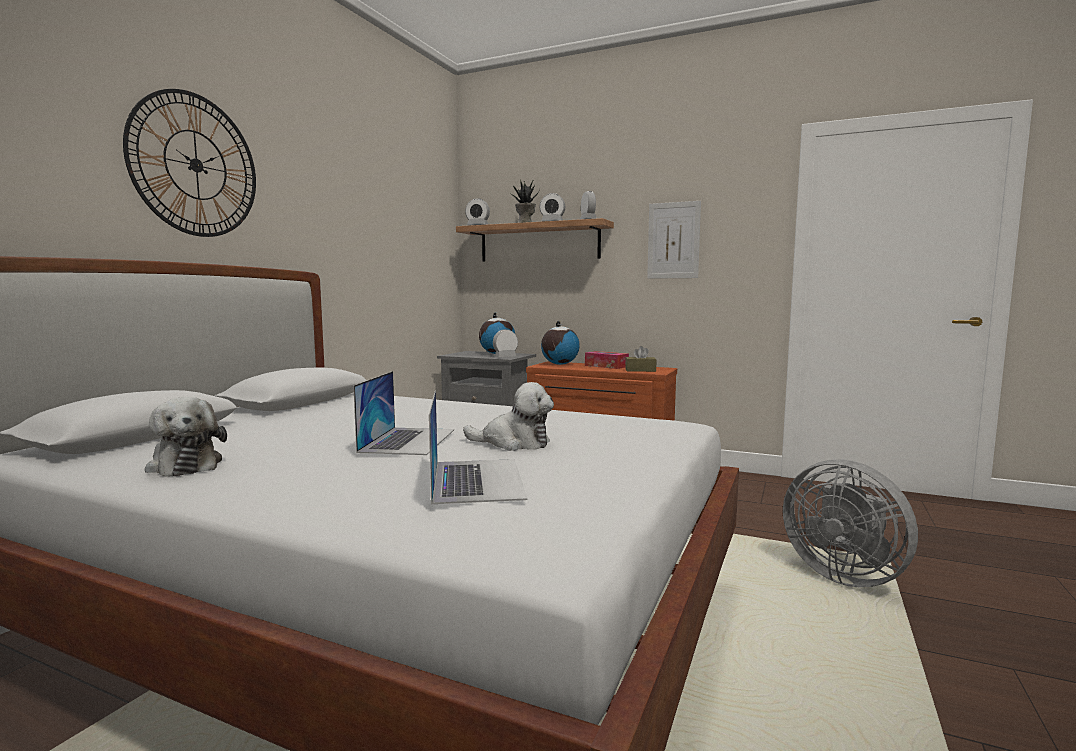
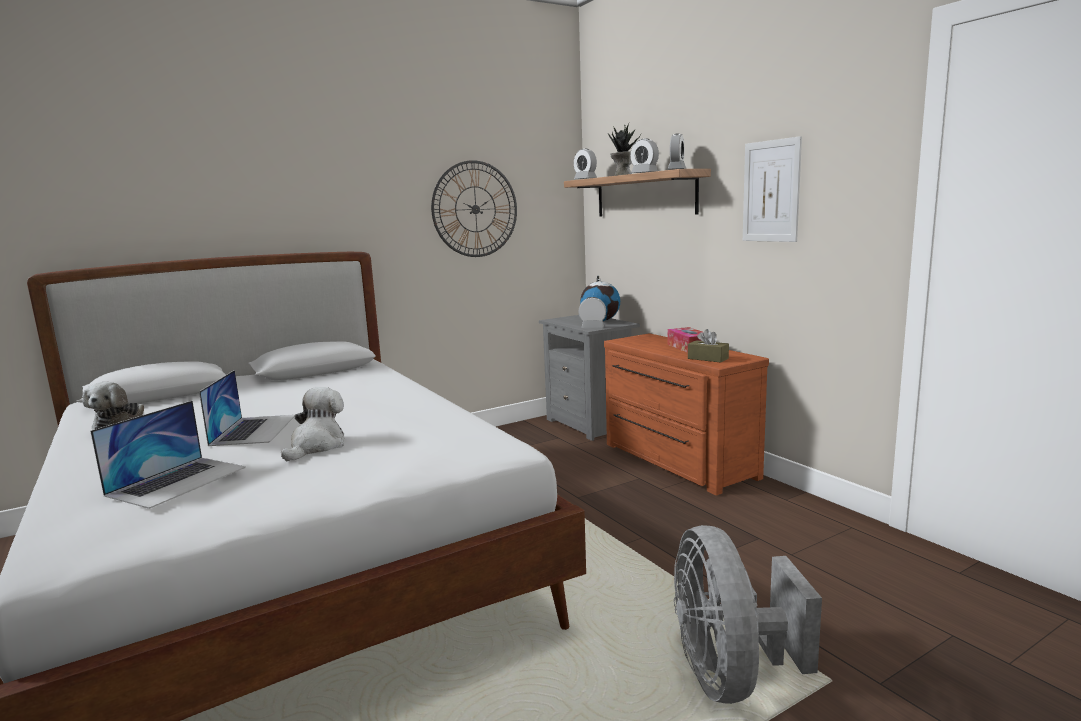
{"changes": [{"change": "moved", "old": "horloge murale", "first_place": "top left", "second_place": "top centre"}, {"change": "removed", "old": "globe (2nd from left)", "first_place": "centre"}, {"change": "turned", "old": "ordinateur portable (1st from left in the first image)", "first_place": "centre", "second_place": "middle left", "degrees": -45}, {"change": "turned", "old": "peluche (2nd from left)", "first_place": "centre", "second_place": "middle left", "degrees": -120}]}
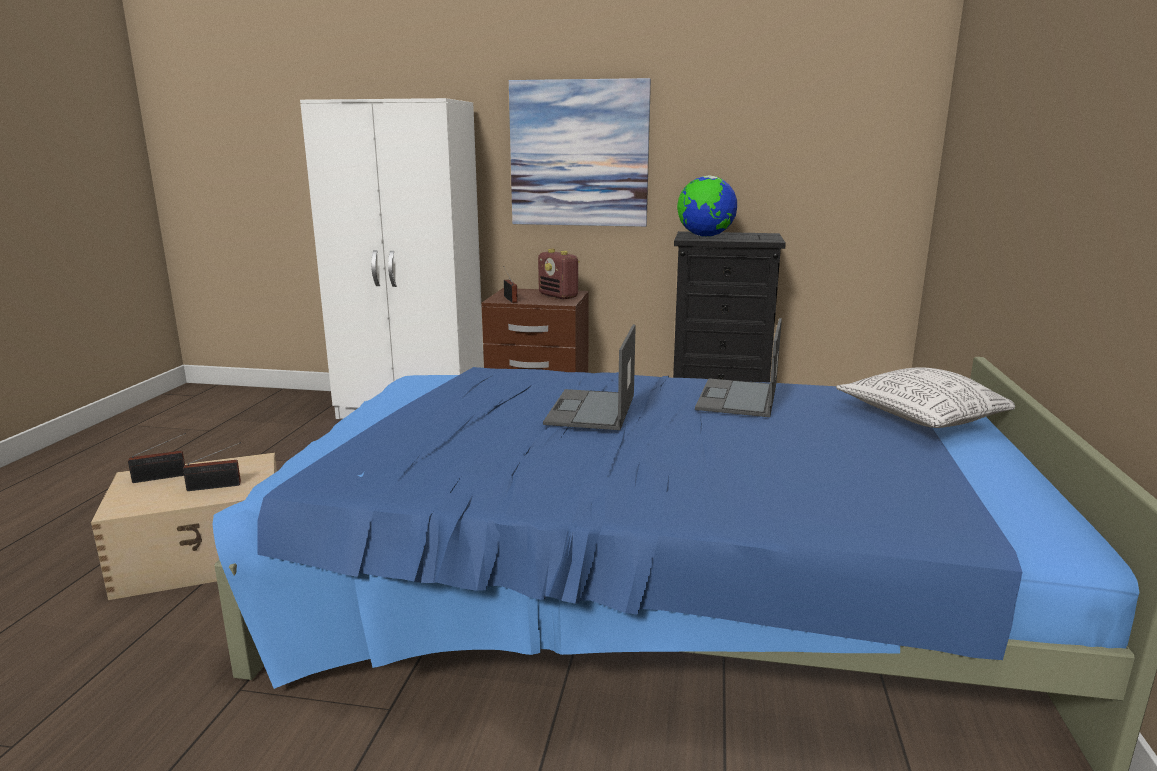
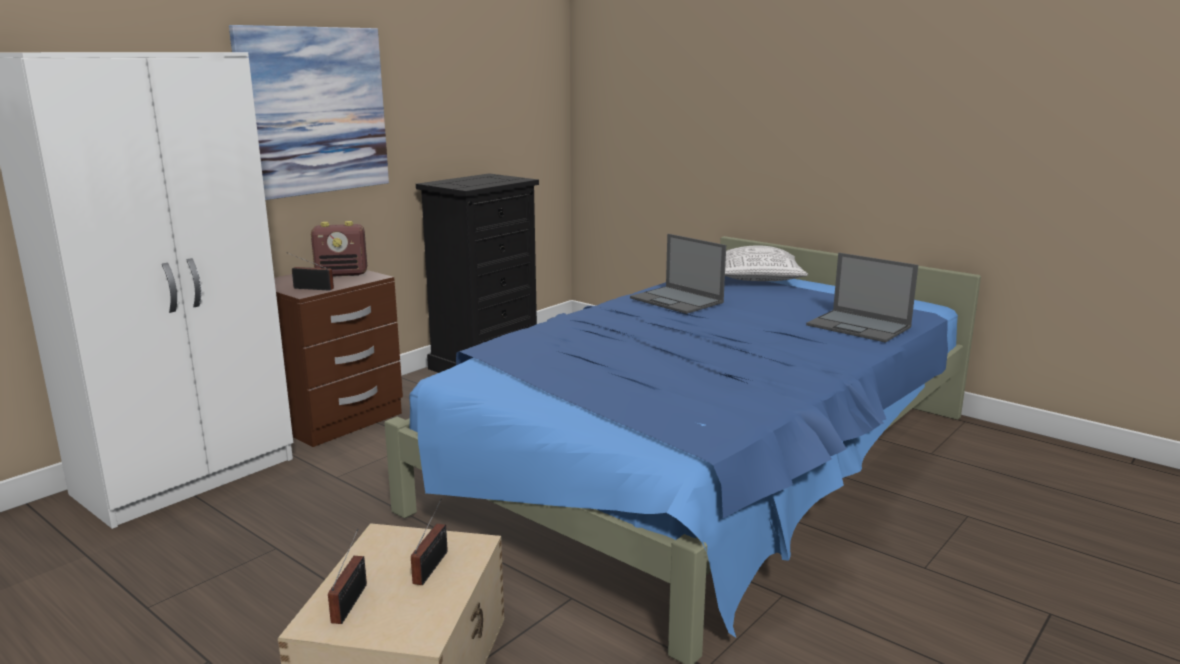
{"changes": [{"change": "removed", "old": "globe", "first_place": "top centre"}, {"change": "moved", "old": "ordinateur portable (1st from left in the first image)", "new": "ordinateur portable (2nd from left)", "first_place": "centre", "second_place": "middle right"}]}
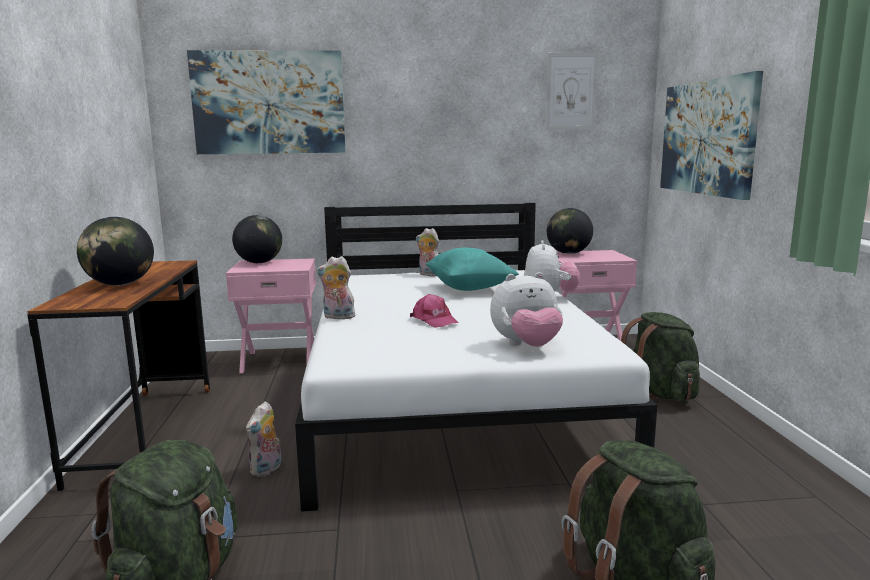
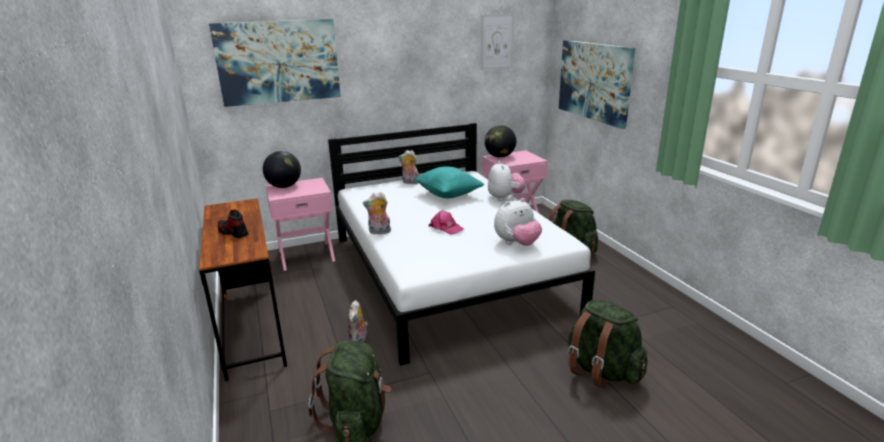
{"changes": [{"change": "replaced", "old": "globe (1st from left)", "new": "chaussure", "first_place": "middle left", "second_place": "middle left"}]}
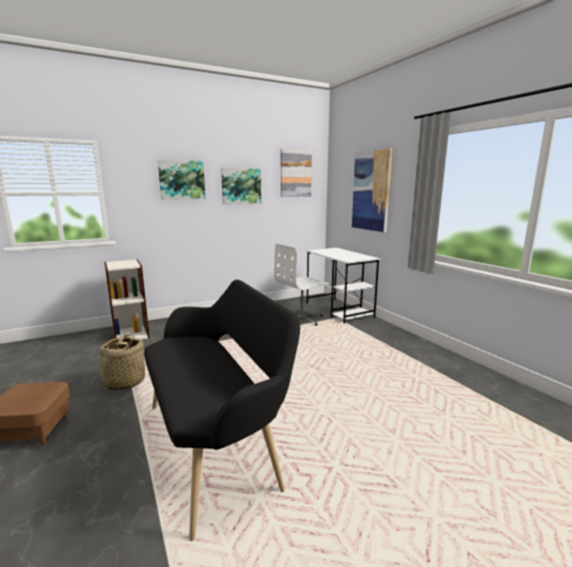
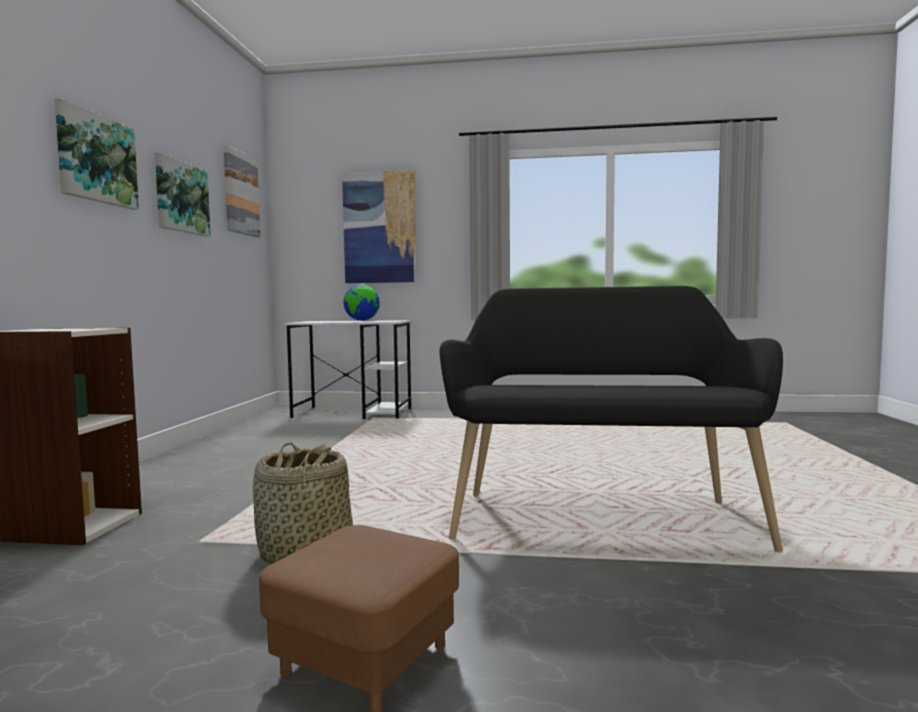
{"changes": [{"change": "removed", "old": "chaise de bureau/blanc", "first_place": "centre"}, {"change": "added", "new": "globe", "second_place": "centre"}]}
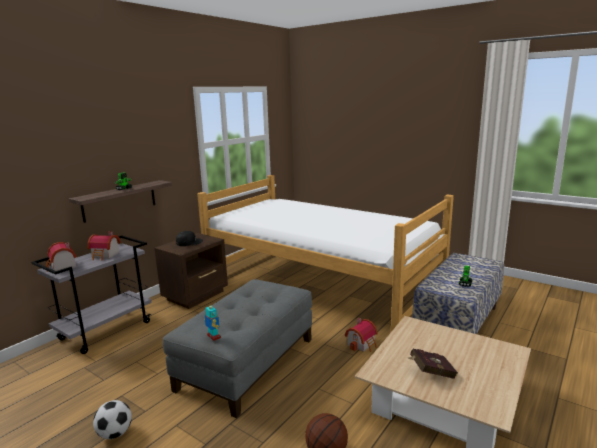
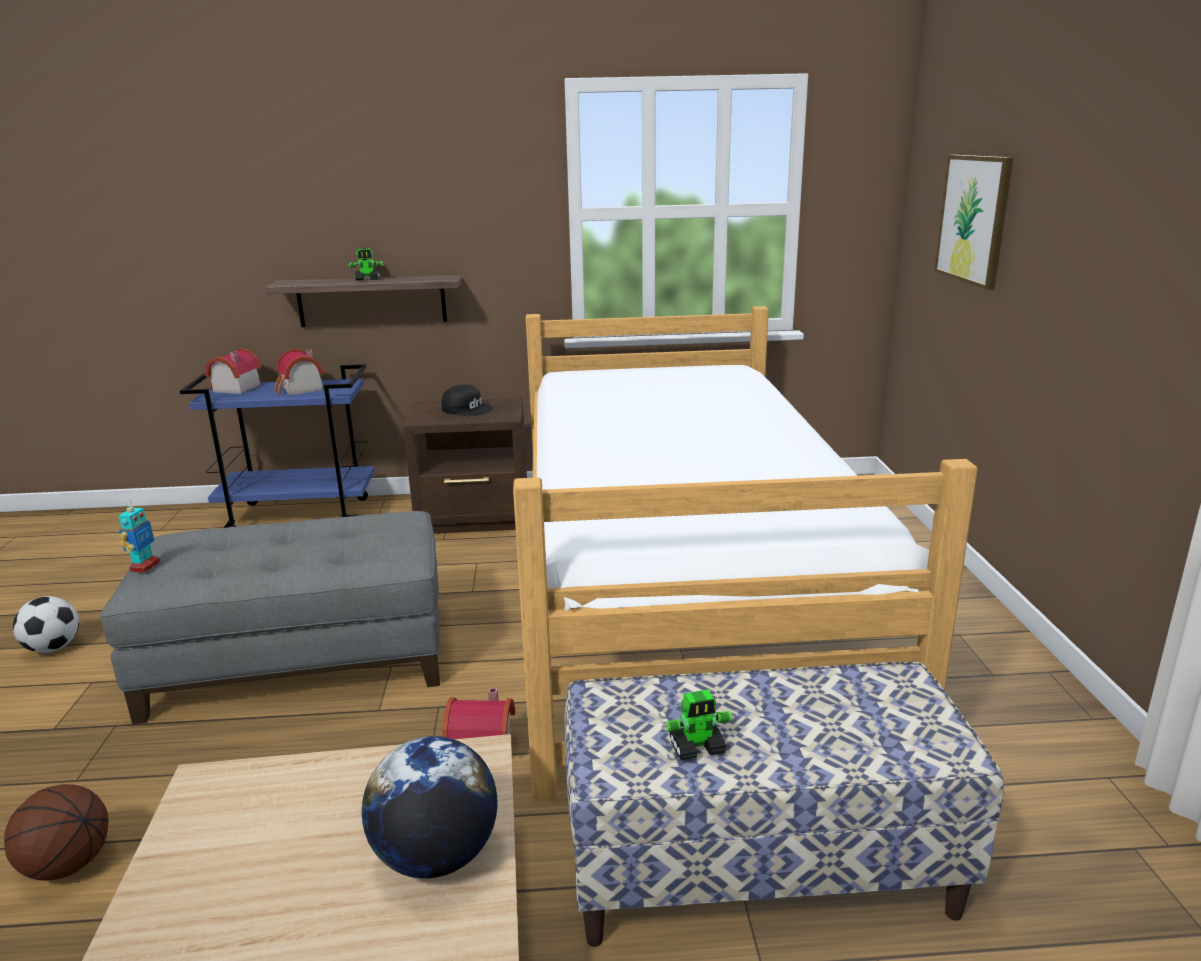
{"changes": [{"change": "recoloured", "old": "chariot/gris", "new": "chariot/bleu", "first_place": "middle left", "second_place": "middle left"}, {"change": "removed", "old": "livre/rouge", "first_place": "bottom right"}, {"change": "added", "new": "tableau", "second_place": "top right"}, {"change": "added", "new": "globe", "second_place": "bottom centre"}]}
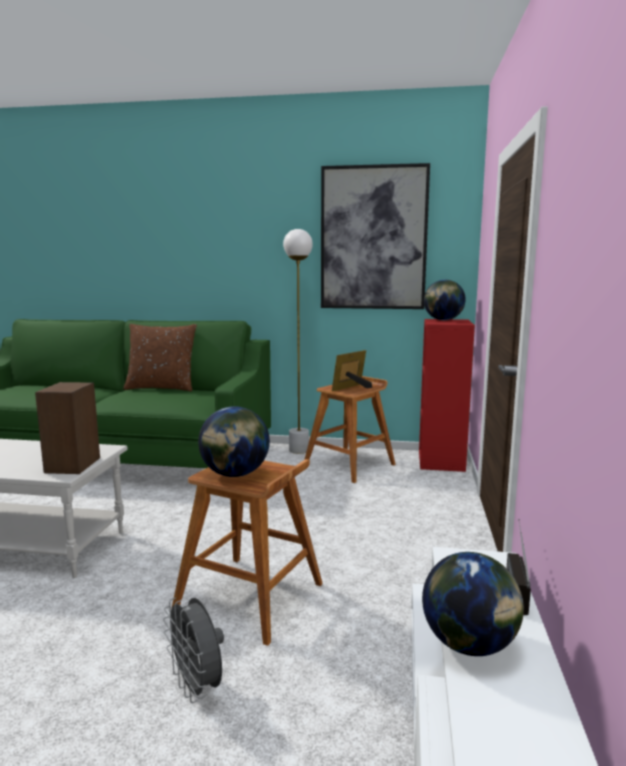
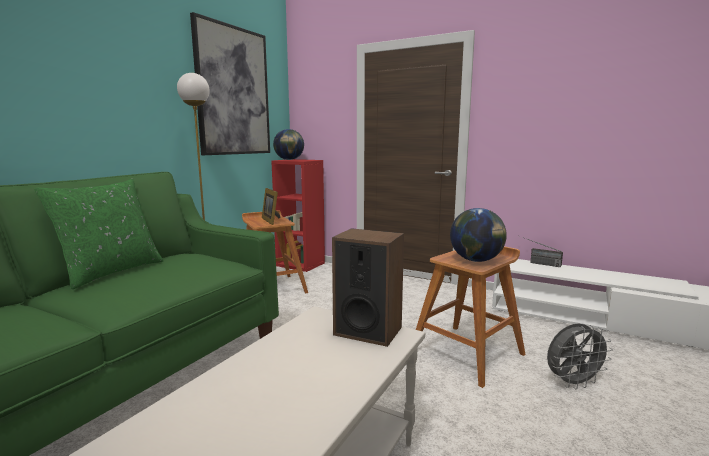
{"changes": [{"change": "recoloured", "old": "coussin/marron", "new": "coussin/vert", "first_place": "middle left", "second_place": "middle left"}, {"change": "removed", "old": "globe (3rd from left)", "first_place": "bottom right"}]}
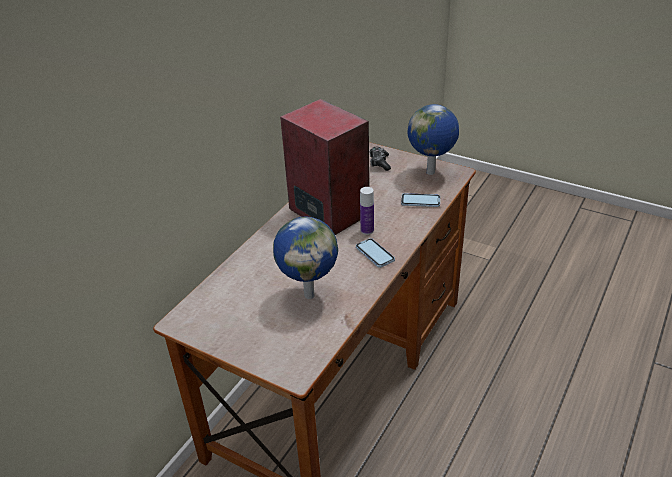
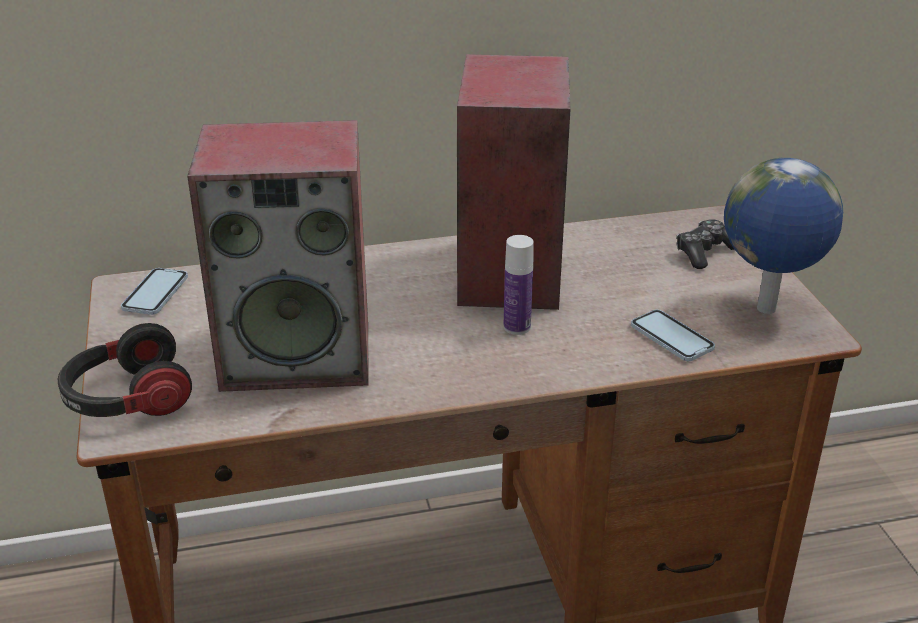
{"changes": [{"change": "replaced", "old": "globe (1st from left)", "new": "enceinte (1st from left)", "first_place": "centre", "second_place": "middle left"}, {"change": "moved", "old": "téléphone (1st from left)", "first_place": "centre", "second_place": "middle left"}, {"change": "added", "new": "casque audio", "second_place": "middle left"}]}
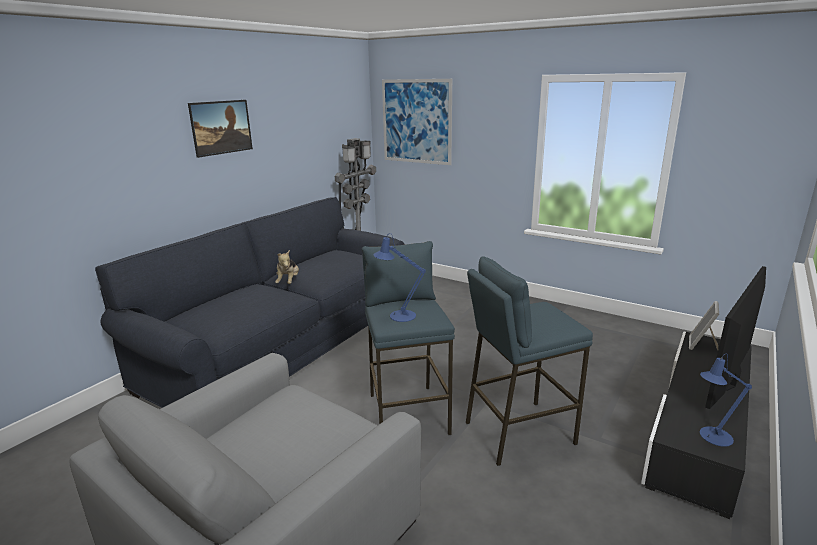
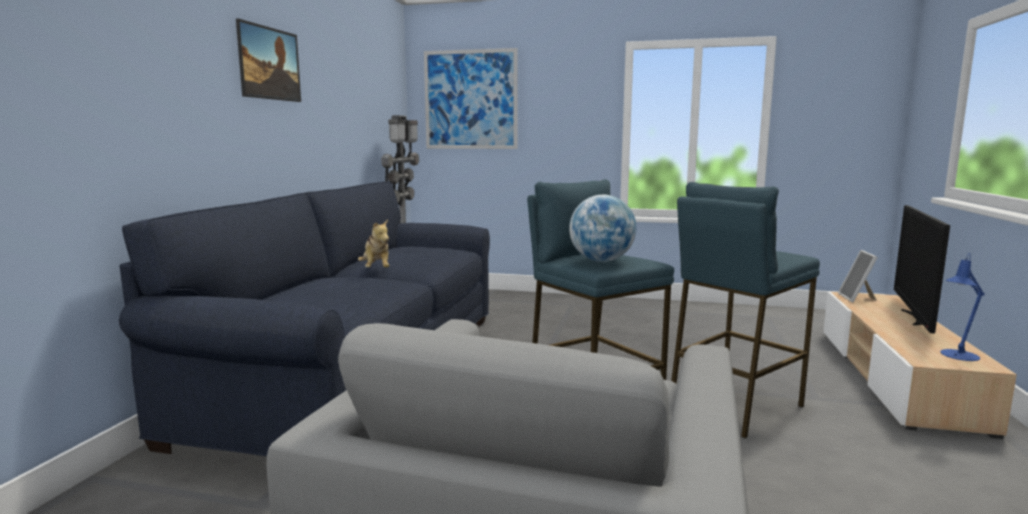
{"changes": [{"change": "replaced", "old": "lampe de table/bleu (1st from left)", "new": "globe", "first_place": "centre", "second_place": "centre"}, {"change": "recoloured", "old": "meuble télé/noir", "new": "meuble télé/beige", "first_place": "bottom right", "second_place": "bottom right"}]}
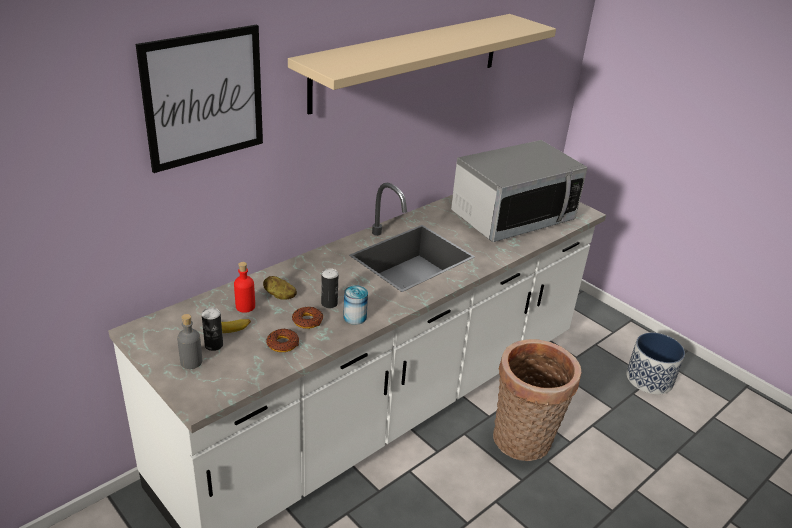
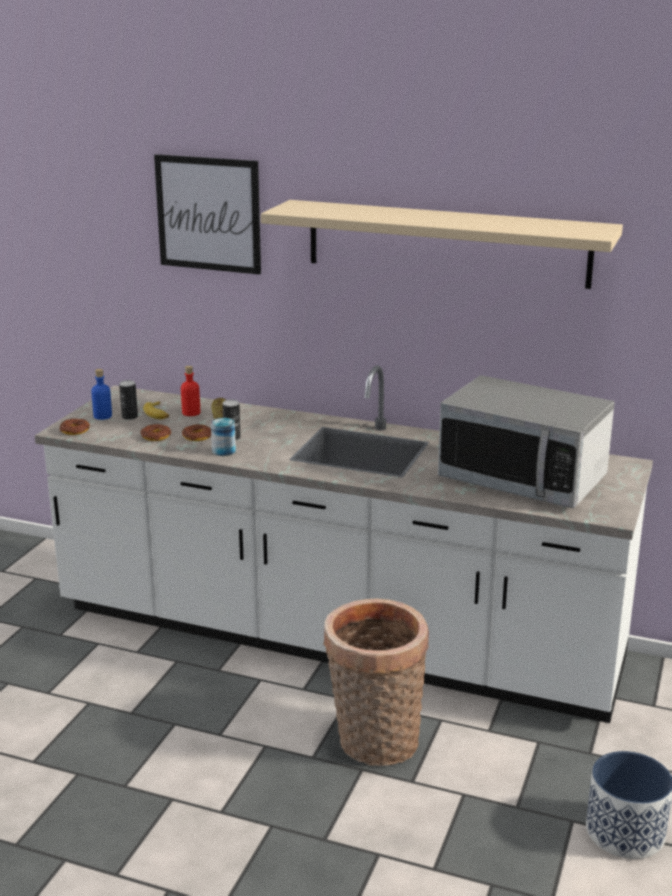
{"changes": [{"change": "recoloured", "old": "bouteille/gris", "new": "bouteille/bleu", "first_place": "middle left", "second_place": "middle left"}, {"change": "added", "new": "beignet (1st from left)", "second_place": "middle left"}]}
